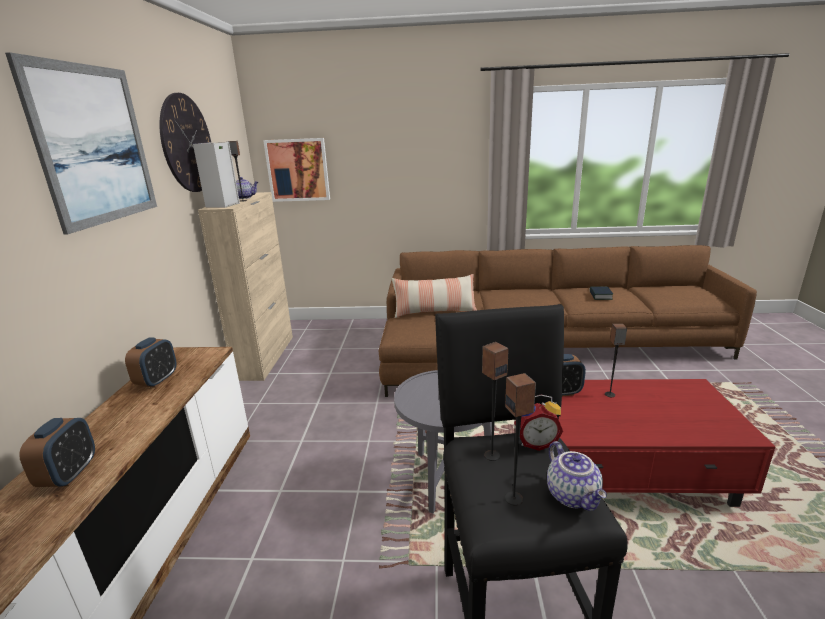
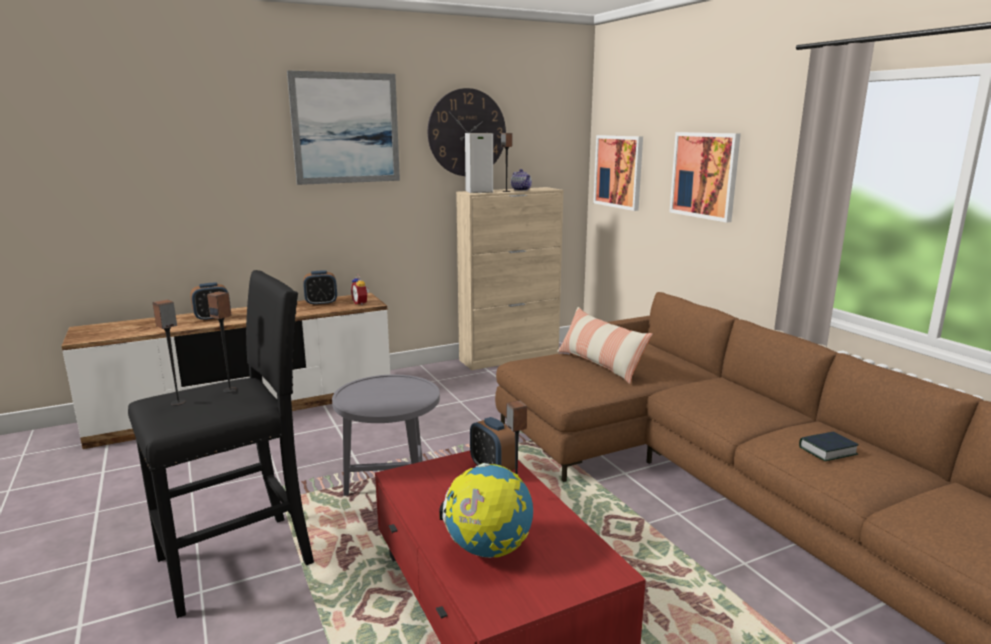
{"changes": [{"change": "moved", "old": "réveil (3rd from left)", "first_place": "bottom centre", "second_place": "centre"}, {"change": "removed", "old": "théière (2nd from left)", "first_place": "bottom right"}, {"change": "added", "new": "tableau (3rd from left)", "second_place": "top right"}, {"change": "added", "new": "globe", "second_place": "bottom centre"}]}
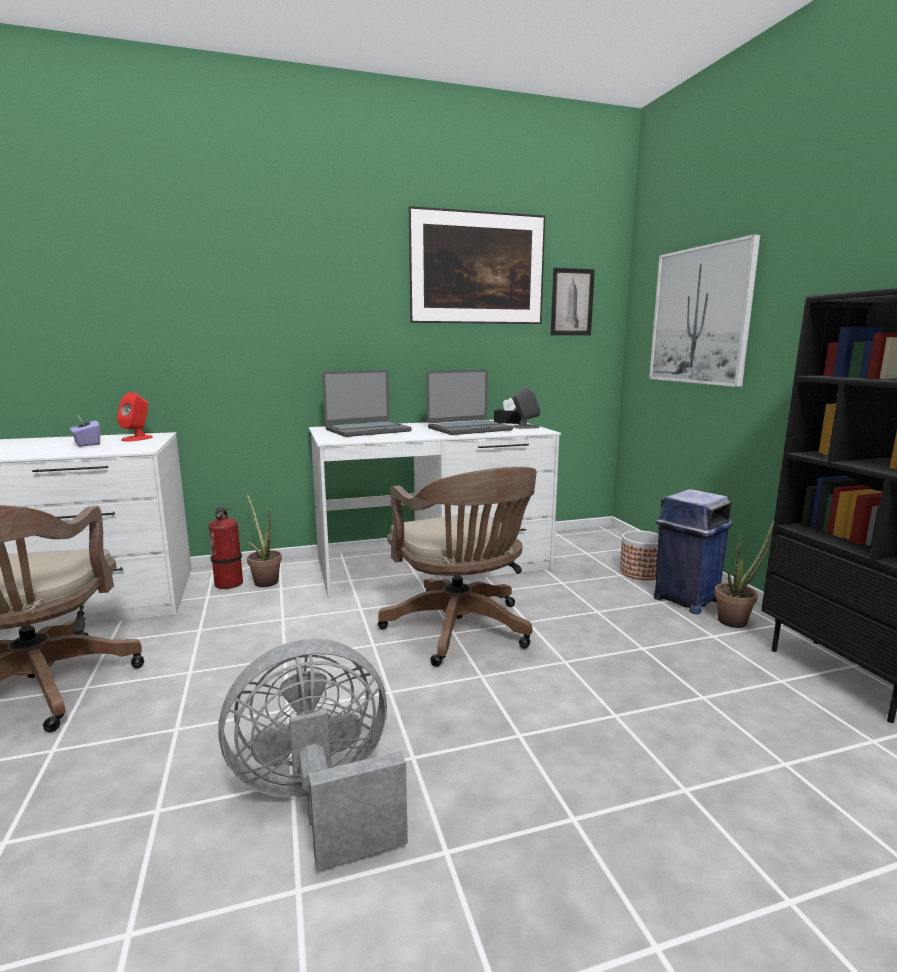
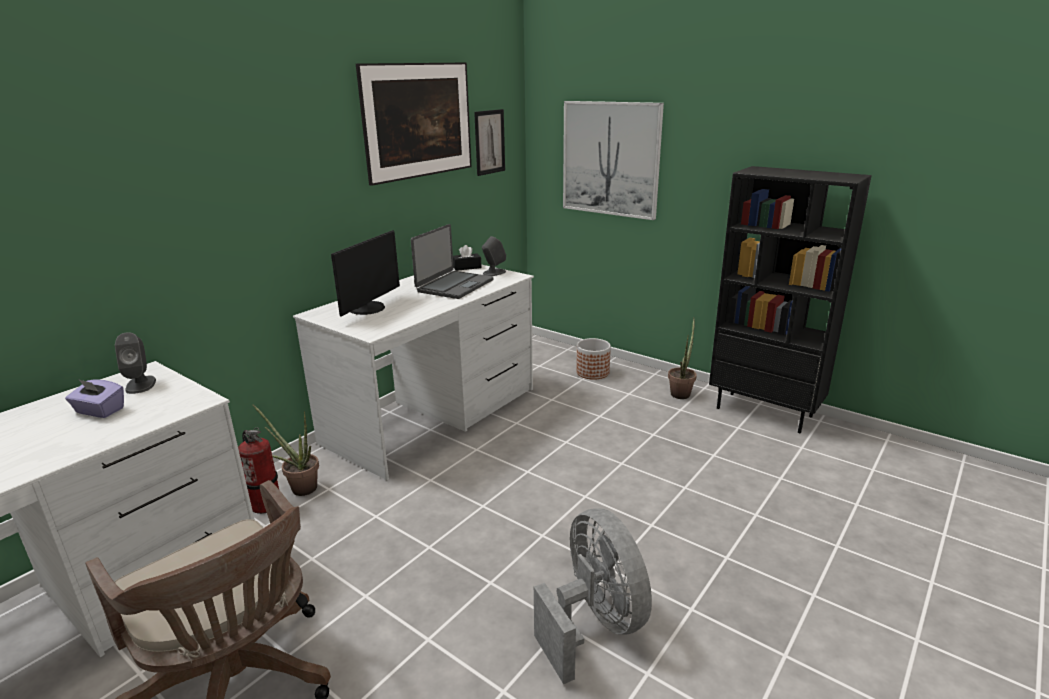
{"changes": [{"change": "replaced", "old": "ordinateur portable (1st from left)", "new": "écran d'ordinateur", "first_place": "centre", "second_place": "centre"}, {"change": "recoloured", "old": "enceinte/rouge", "new": "enceinte/gris (1st from left)", "first_place": "middle left", "second_place": "middle left"}, {"change": "removed", "old": "chaise de bureau/marron (2nd from left)", "first_place": "centre"}, {"change": "removed", "old": "poubelle/bleu", "first_place": "middle right"}, {"change": "turned", "old": "ventilateur/gris", "first_place": "bottom centre", "second_place": "bottom centre", "degrees": 120}]}
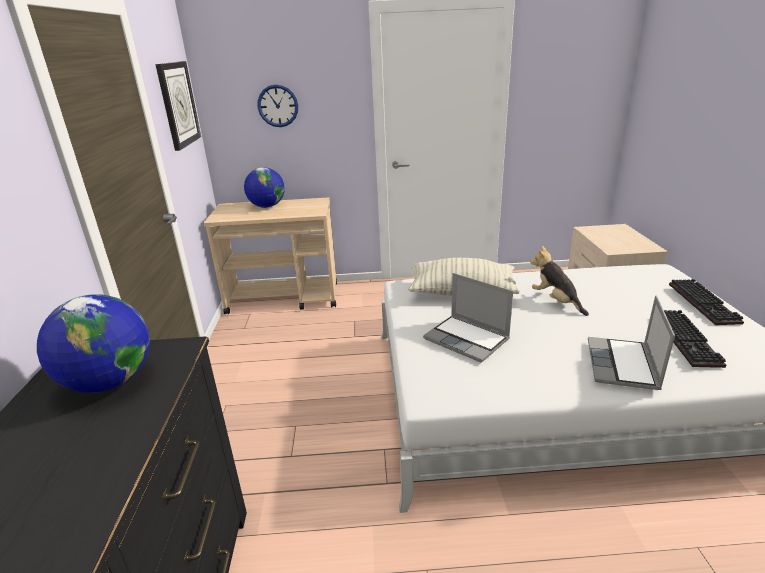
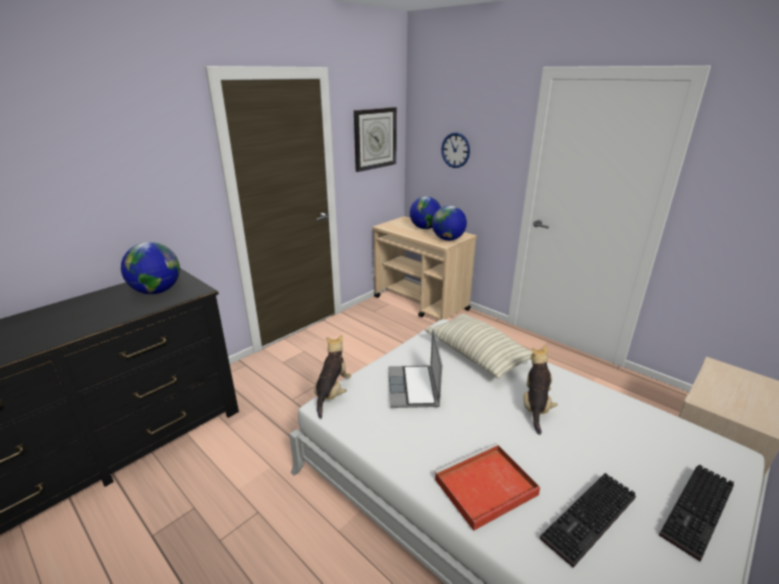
{"changes": [{"change": "replaced", "old": "ordinateur portable (2nd from left)", "new": "plateau/rouge", "first_place": "middle right", "second_place": "bottom centre"}, {"change": "added", "new": "globe (3rd from left)", "second_place": "centre"}, {"change": "added", "new": "peluche (1st from left)", "second_place": "centre"}]}
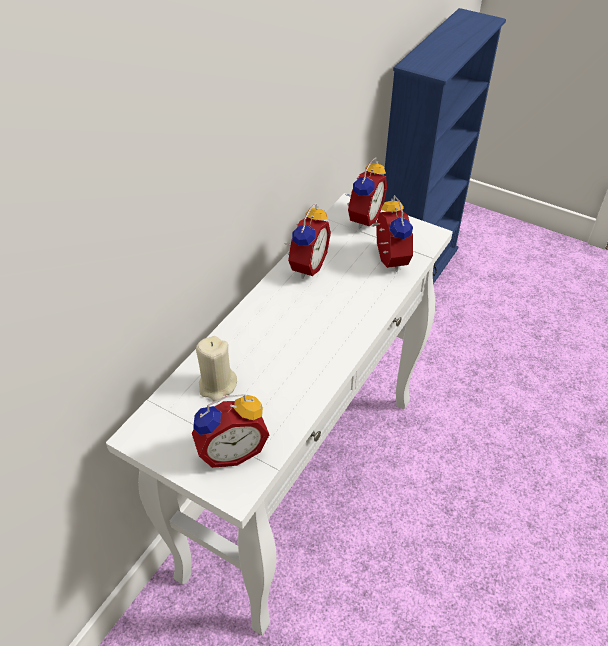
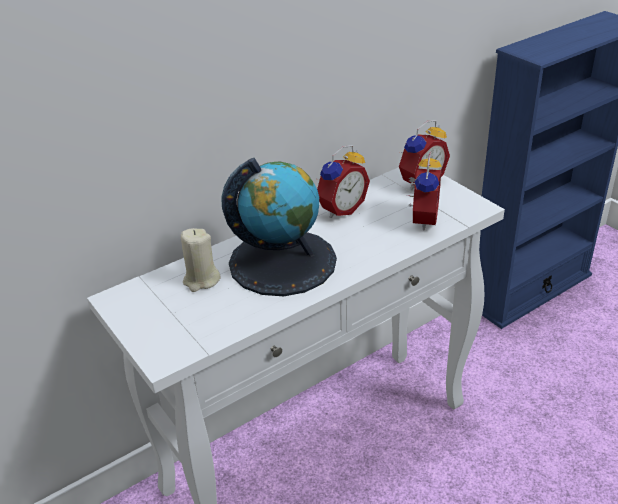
{"changes": [{"change": "removed", "old": "réveil (1st from left)", "first_place": "bottom centre"}, {"change": "added", "new": "globe", "second_place": "centre"}]}
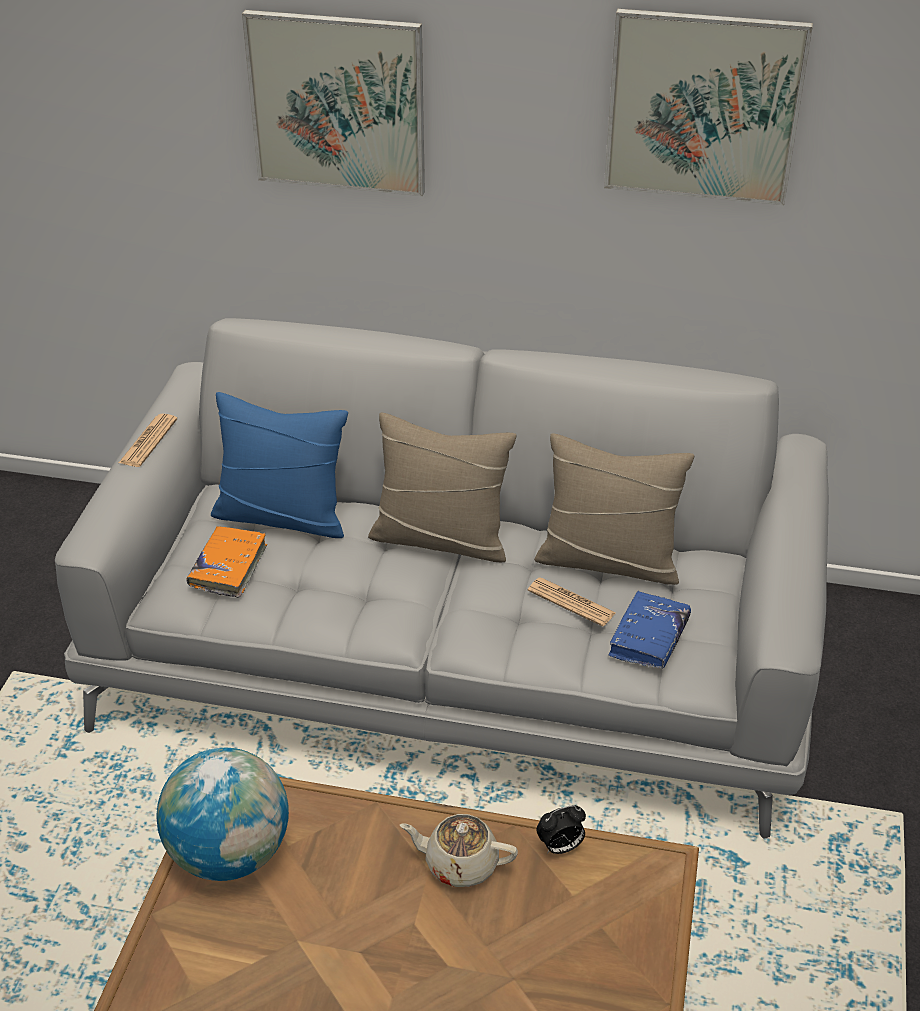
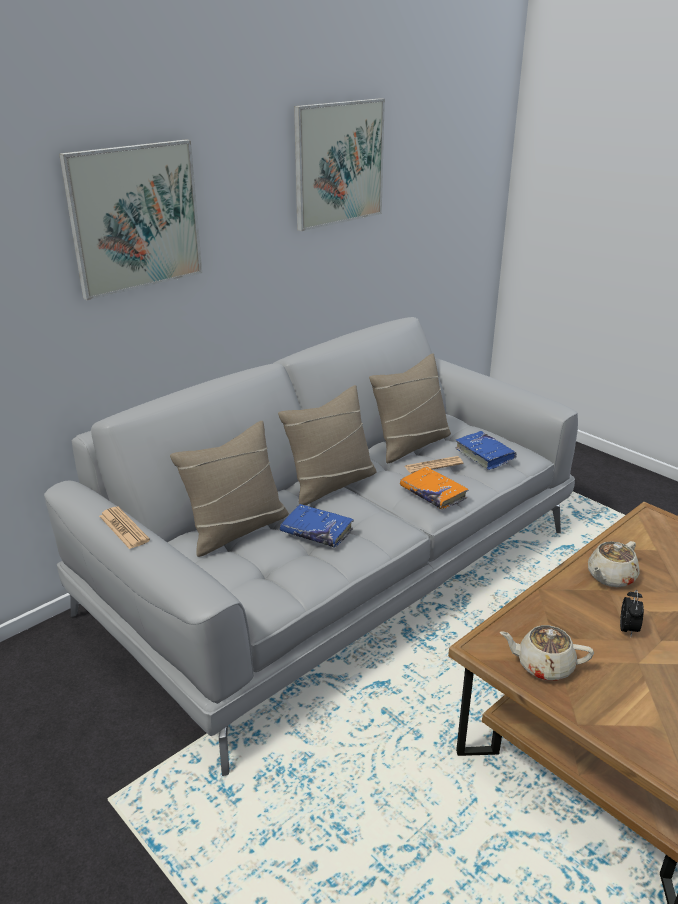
{"changes": [{"change": "recoloured", "old": "coussin/bleu", "new": "coussin/beige (1st from left)", "first_place": "middle left", "second_place": "centre"}, {"change": "moved", "old": "livre/orange", "first_place": "middle left", "second_place": "centre"}, {"change": "replaced", "old": "globe", "new": "théière/beige (1st from left)", "first_place": "bottom left", "second_place": "bottom right"}, {"change": "moved", "old": "réveil", "first_place": "bottom centre", "second_place": "bottom right"}, {"change": "added", "new": "livre/bleu (1st from left)", "second_place": "centre"}]}
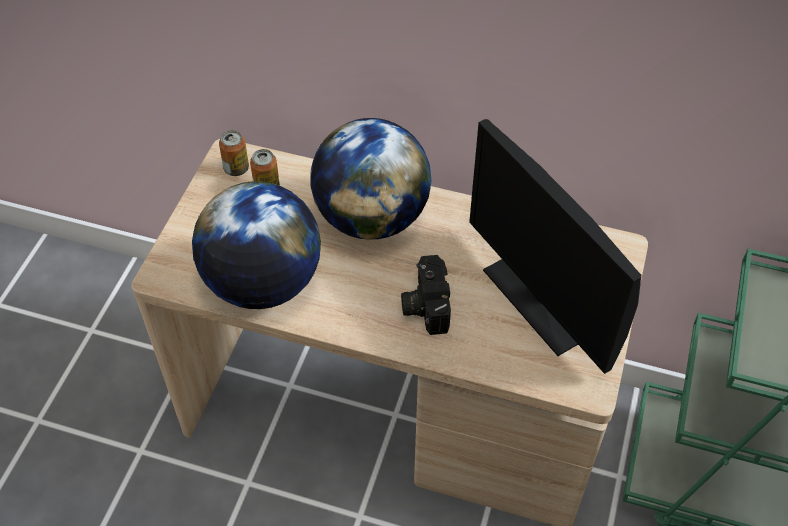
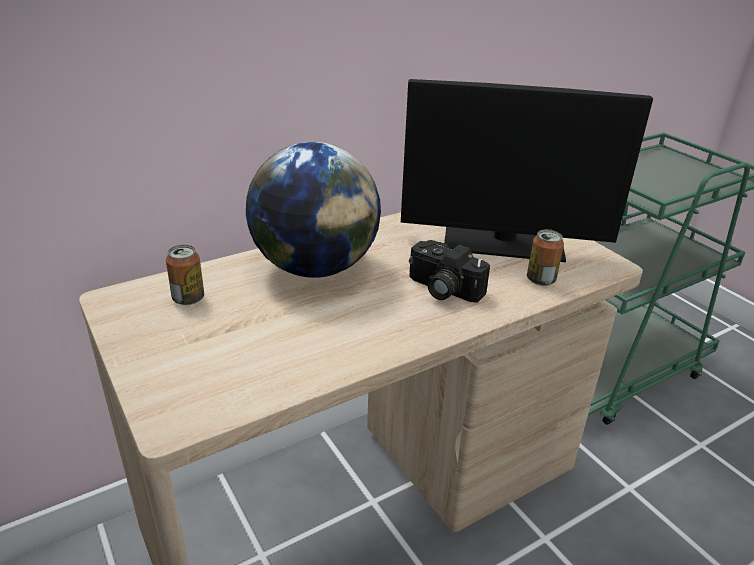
{"changes": [{"change": "moved", "old": "boîte métallique (1st from left in the first image)", "new": "boîte métallique (2nd from left)", "first_place": "top left", "second_place": "middle right"}, {"change": "removed", "old": "globe (1st from left)", "first_place": "middle left"}]}
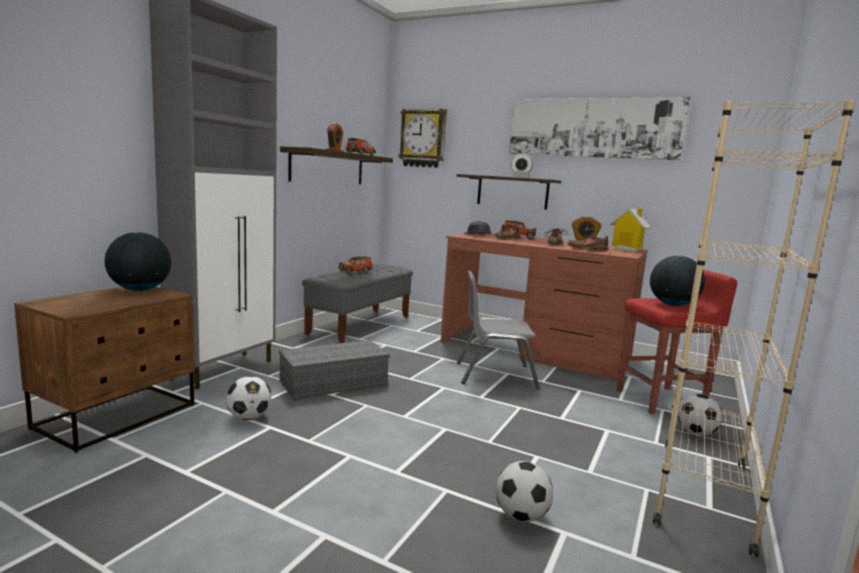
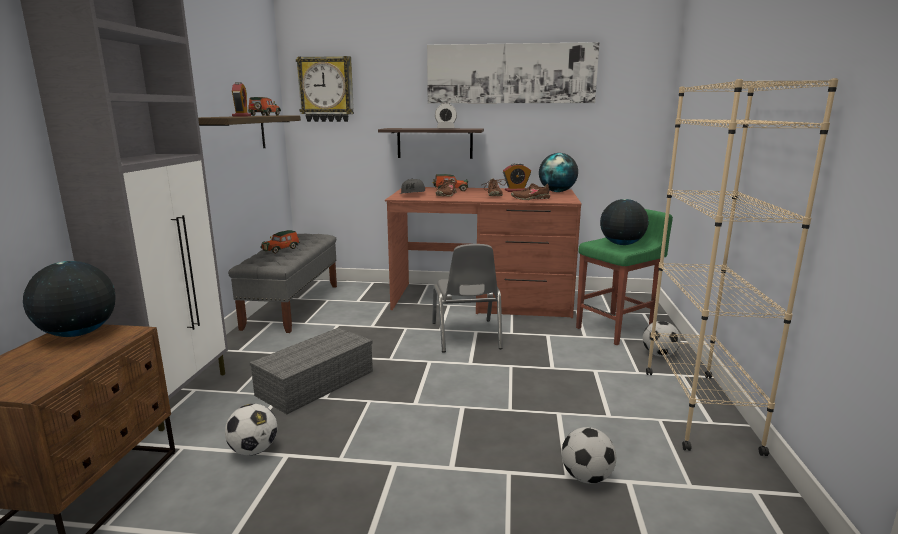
{"changes": [{"change": "replaced", "old": "maison miniature", "new": "globe (2nd from left)", "first_place": "middle right", "second_place": "top centre"}, {"change": "recoloured", "old": "tabouret/rouge", "new": "tabouret/vert", "first_place": "middle right", "second_place": "middle right"}, {"change": "turned", "old": "chaise/gris", "first_place": "centre", "second_place": "centre", "degrees": -75}]}
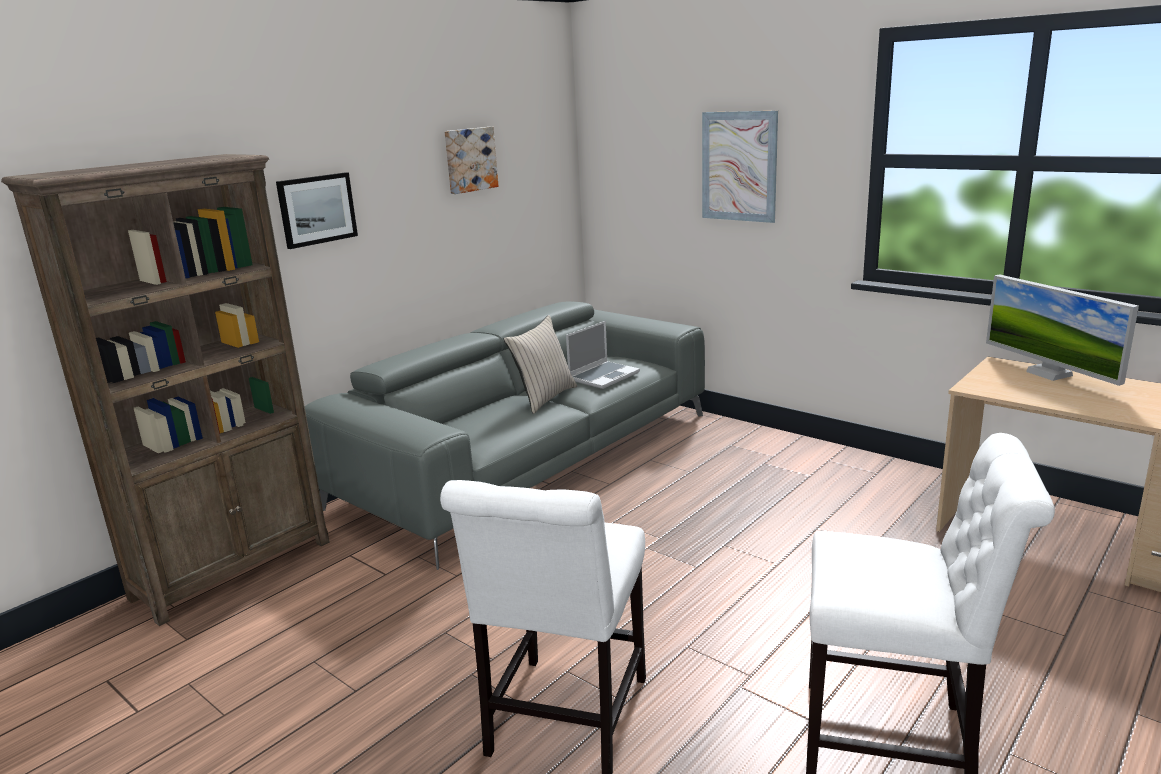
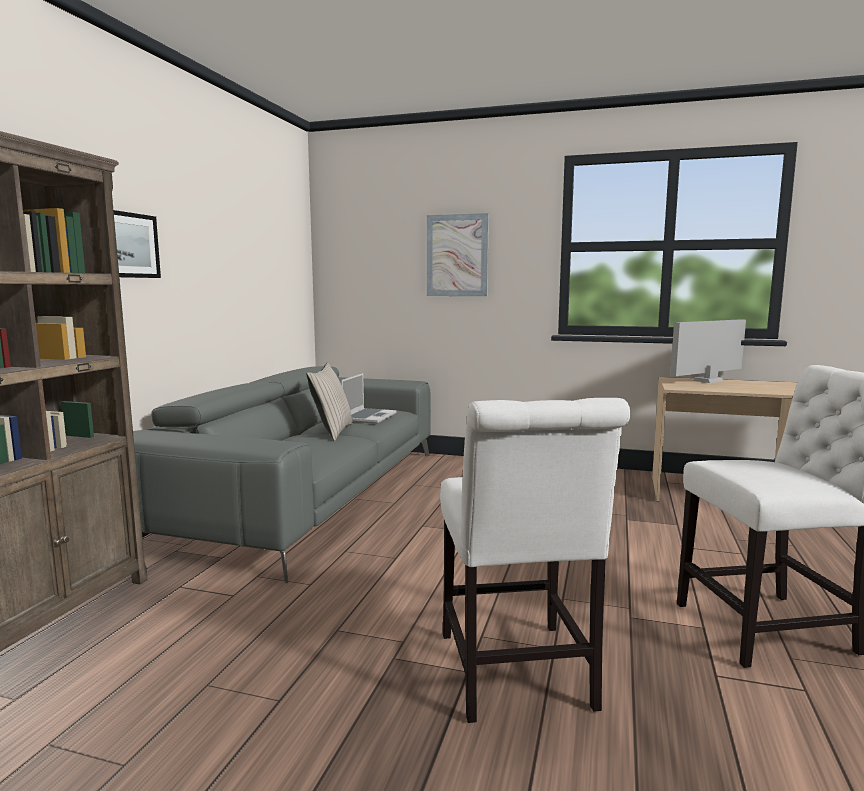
{"changes": [{"change": "removed", "old": "tableau (2nd from left)", "first_place": "top centre"}, {"change": "turned", "old": "écran d'ordinateur", "first_place": "middle right", "second_place": "middle right", "degrees": 105}]}
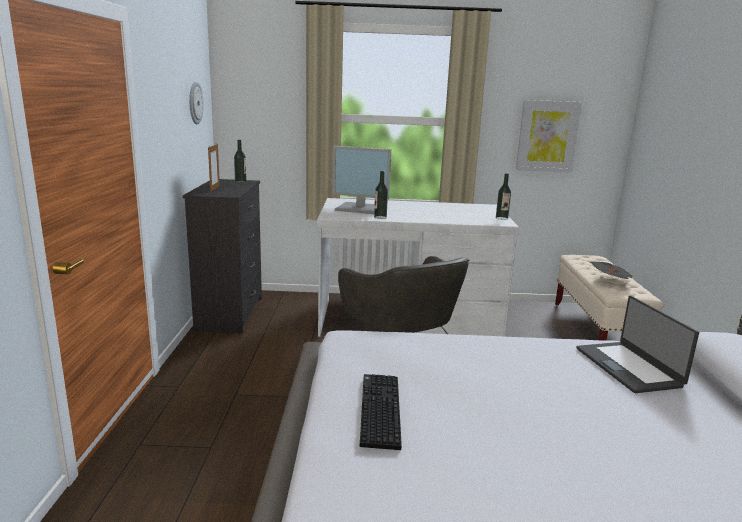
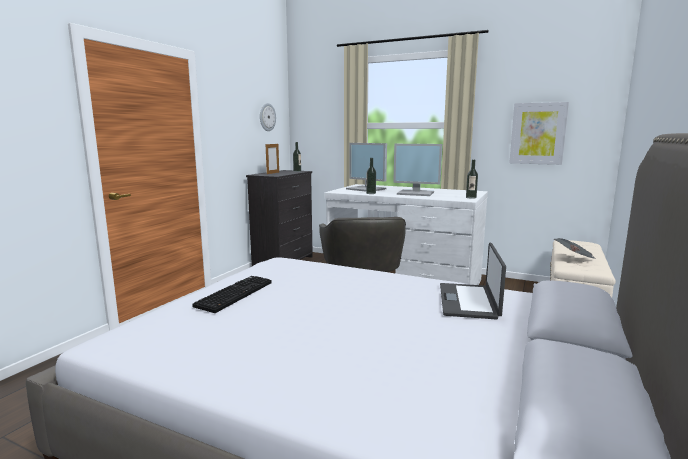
{"changes": [{"change": "added", "new": "écran d'ordinateur (2nd from left)", "second_place": "centre"}]}
